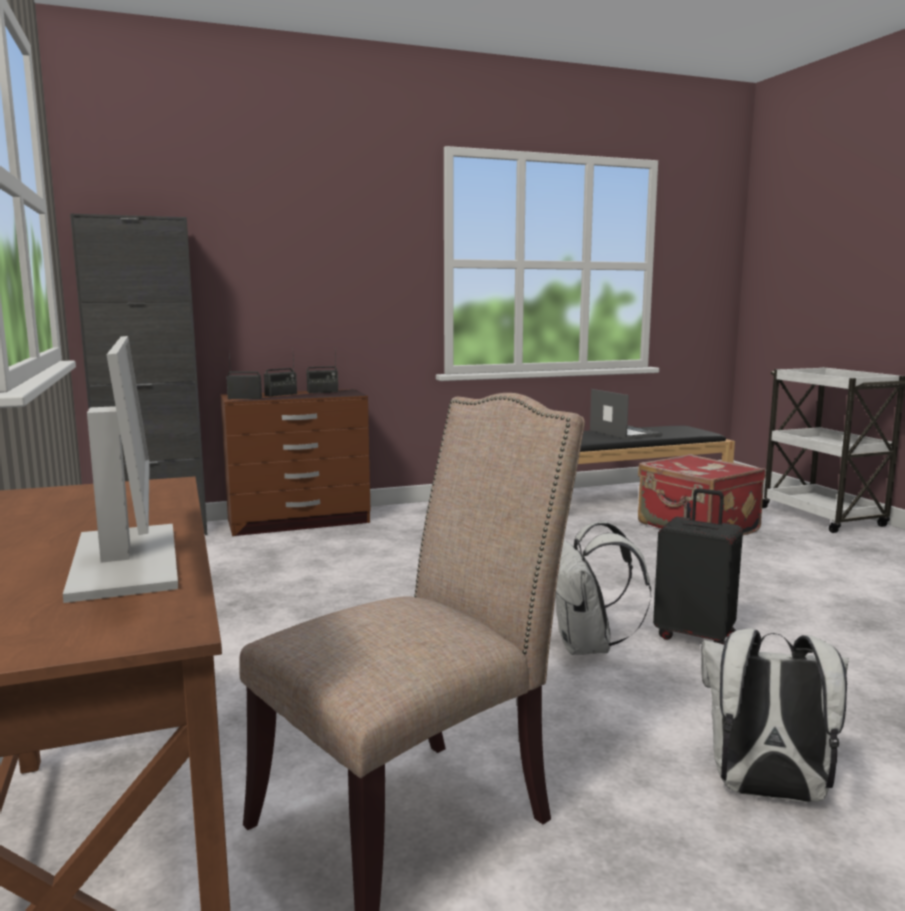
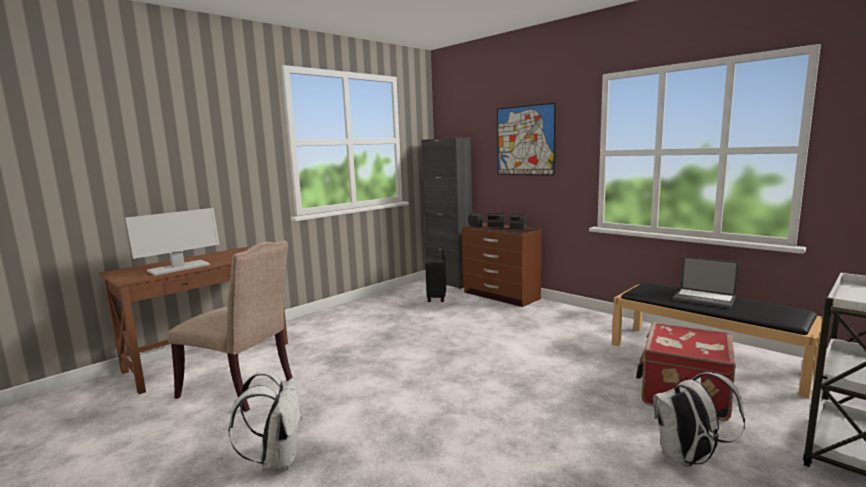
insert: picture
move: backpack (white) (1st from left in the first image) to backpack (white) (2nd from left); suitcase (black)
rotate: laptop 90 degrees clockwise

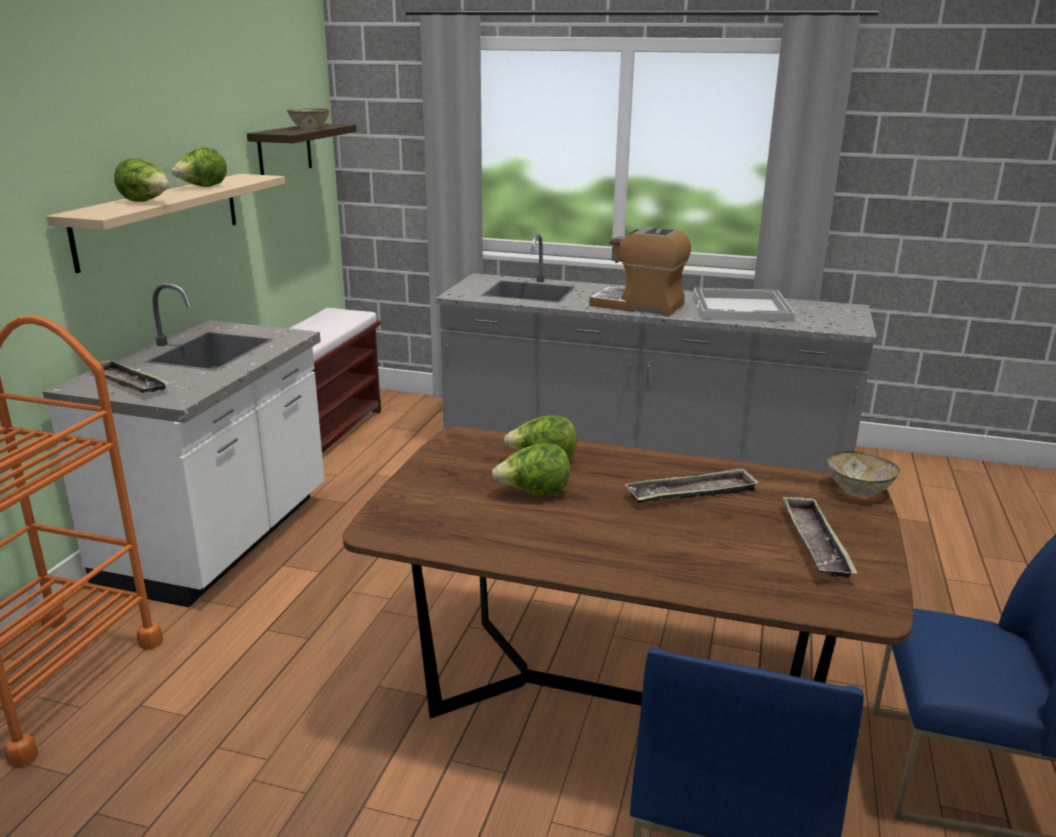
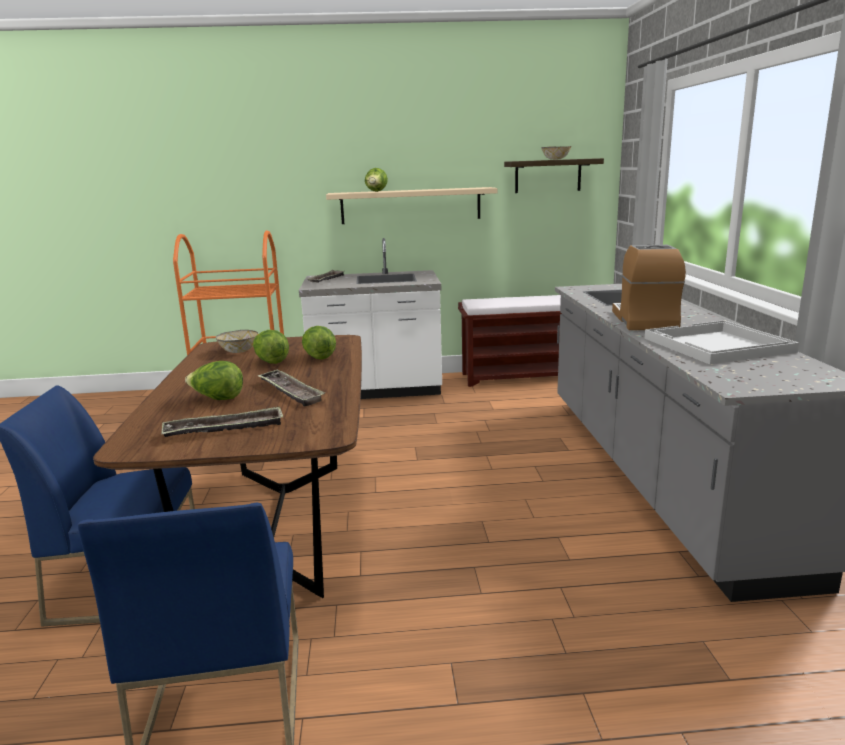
move: lettuce (2nd from left in the first image) to lettuce (1st from left); bowl (2nd from left in the first image) to bowl (1st from left)

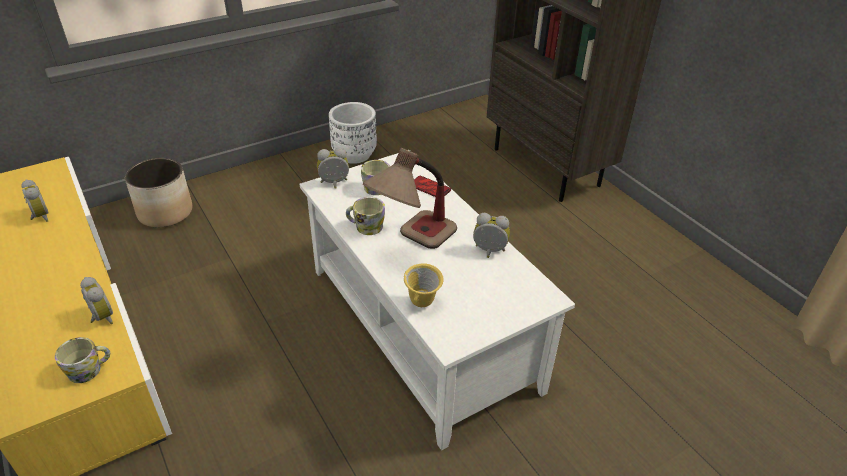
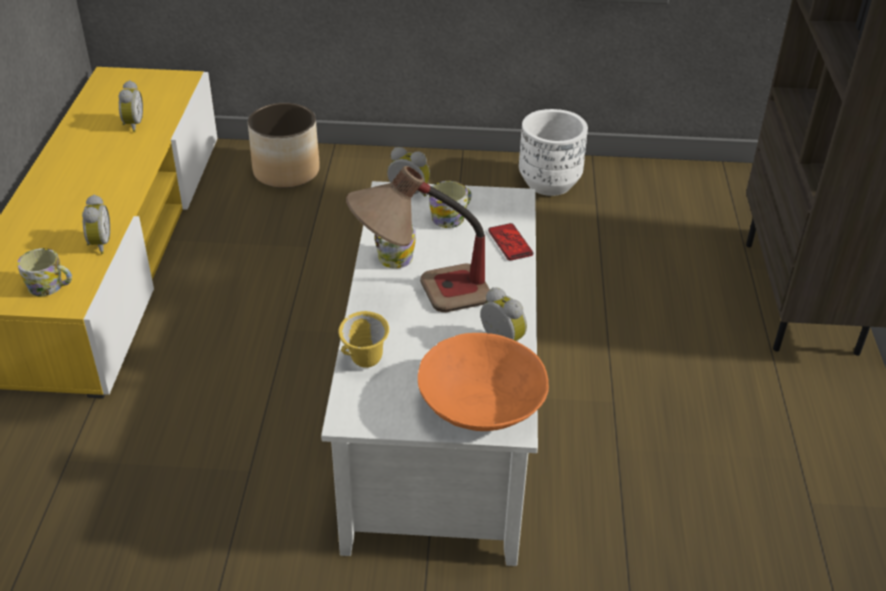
insert: bowl (orange)

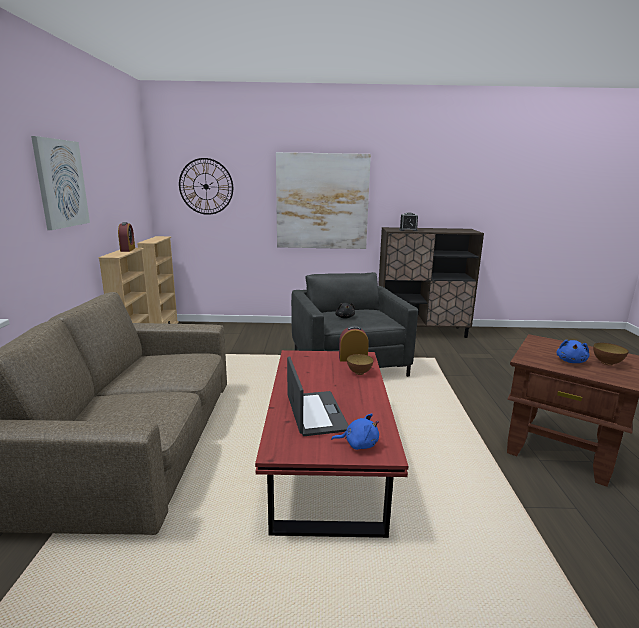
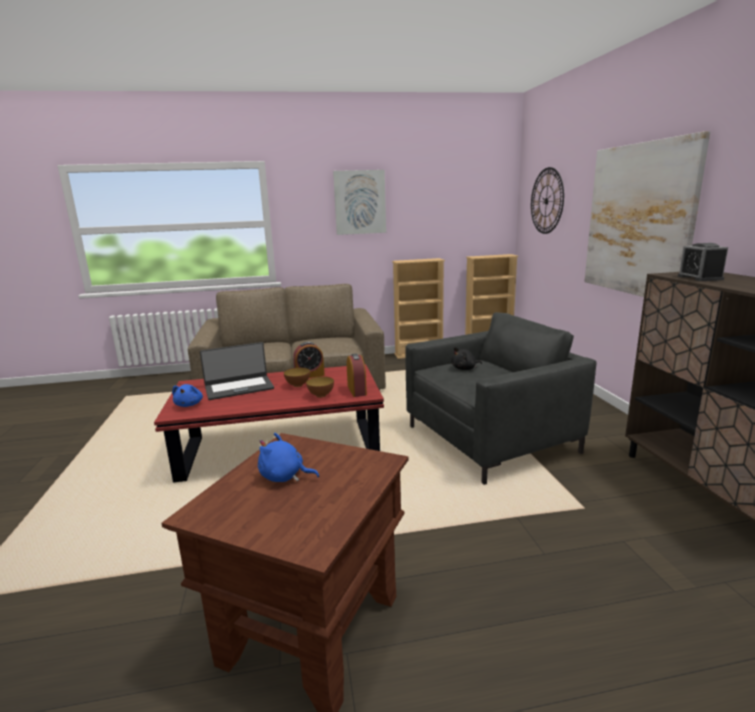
move: alarm clock (1st from left); bowl (2nd from left in the first image) to bowl (1st from left)

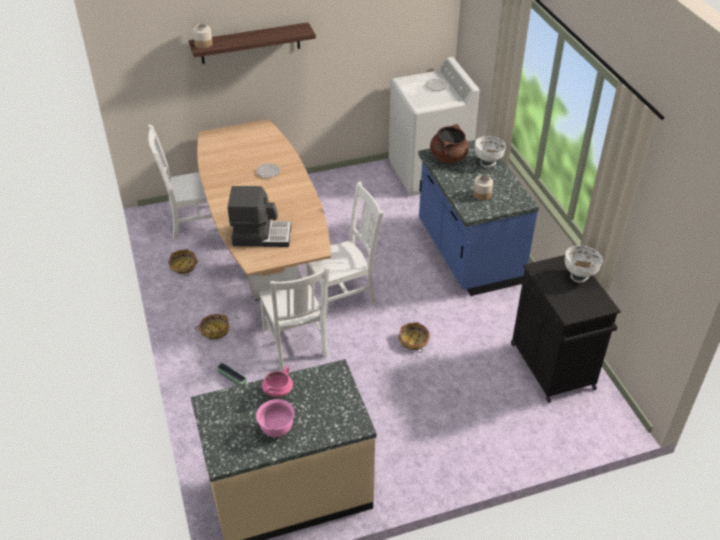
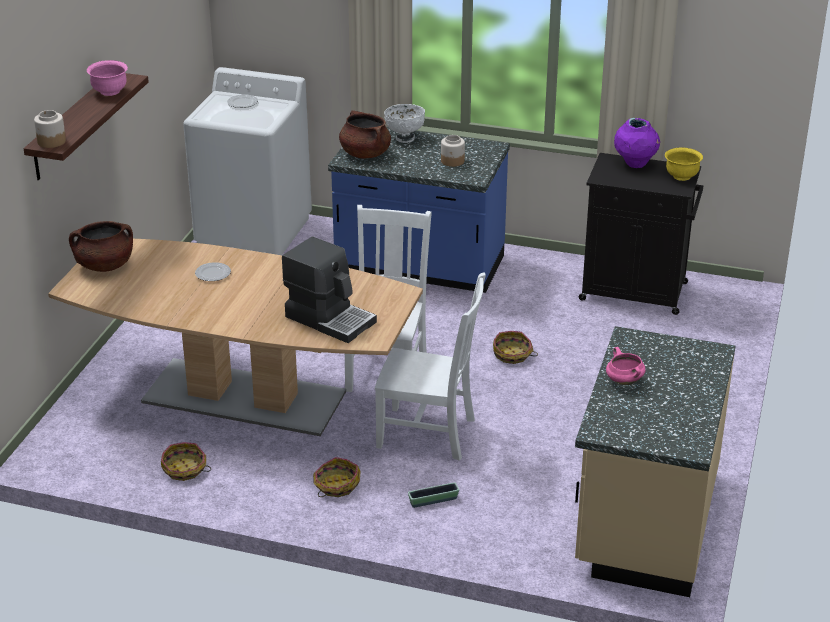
delete: chair (white) (1st from left)
insert: cooking pot (brown) (1st from left); bowl (yellow)
move: bowl (pink)
replace: bowl (white) (2nd from left) to vase (purple)
rotate: coffee machine 90 degrees clockwise

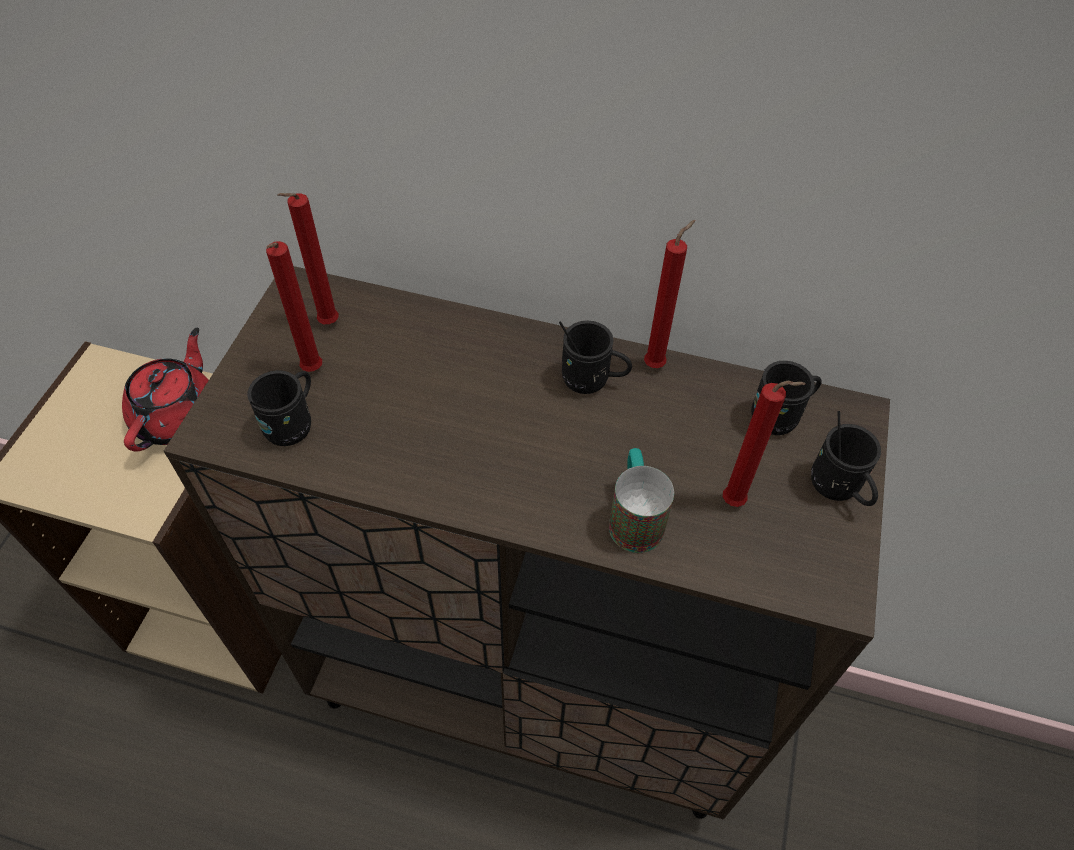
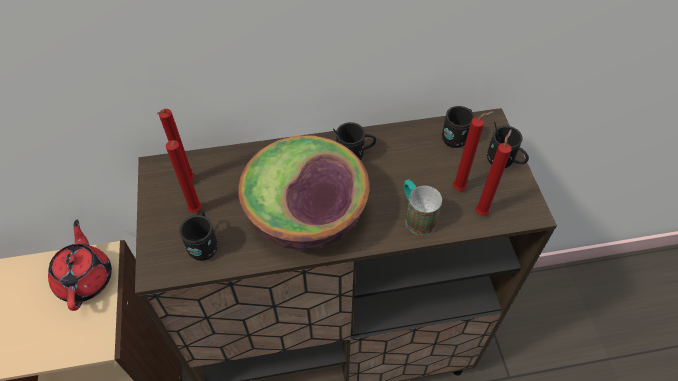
insert: bowl
move: candle (red) (3rd from left in the first image) to candle (red) (4th from left)

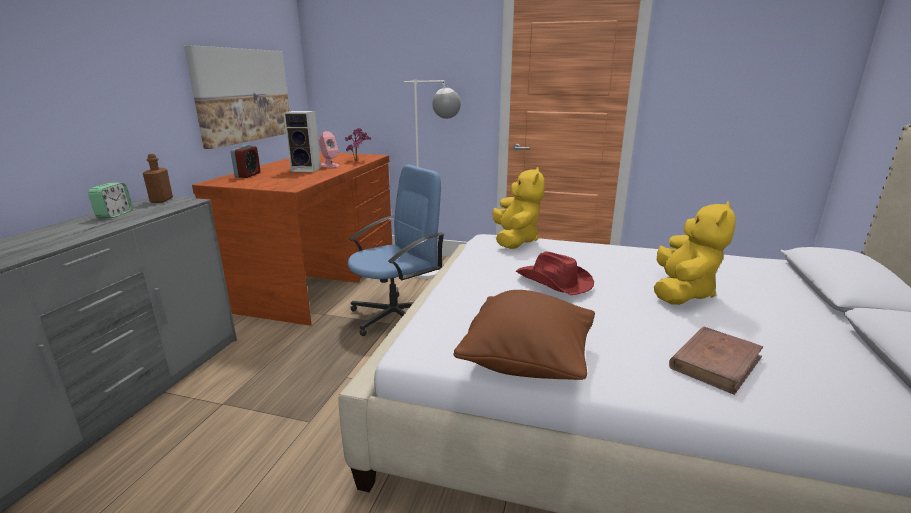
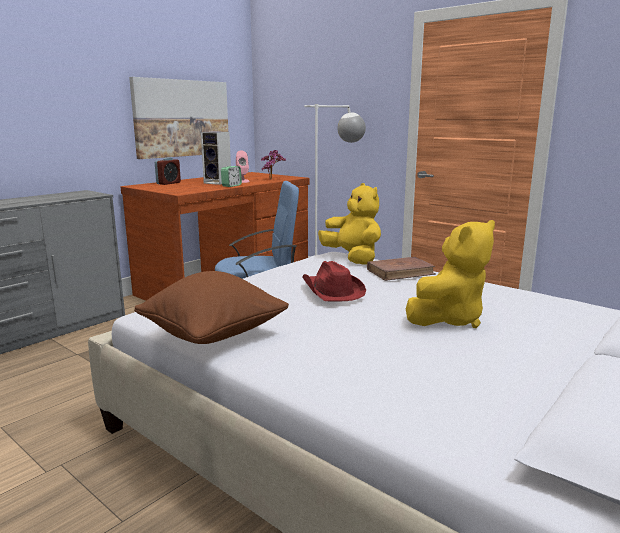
delete: bottle (brown)
move: alarm clock (1st from left in the first image) to alarm clock (2nd from left); book (brown)
rotate: plush toy (yellow) (1st from left) 60 degrees counterclockwise

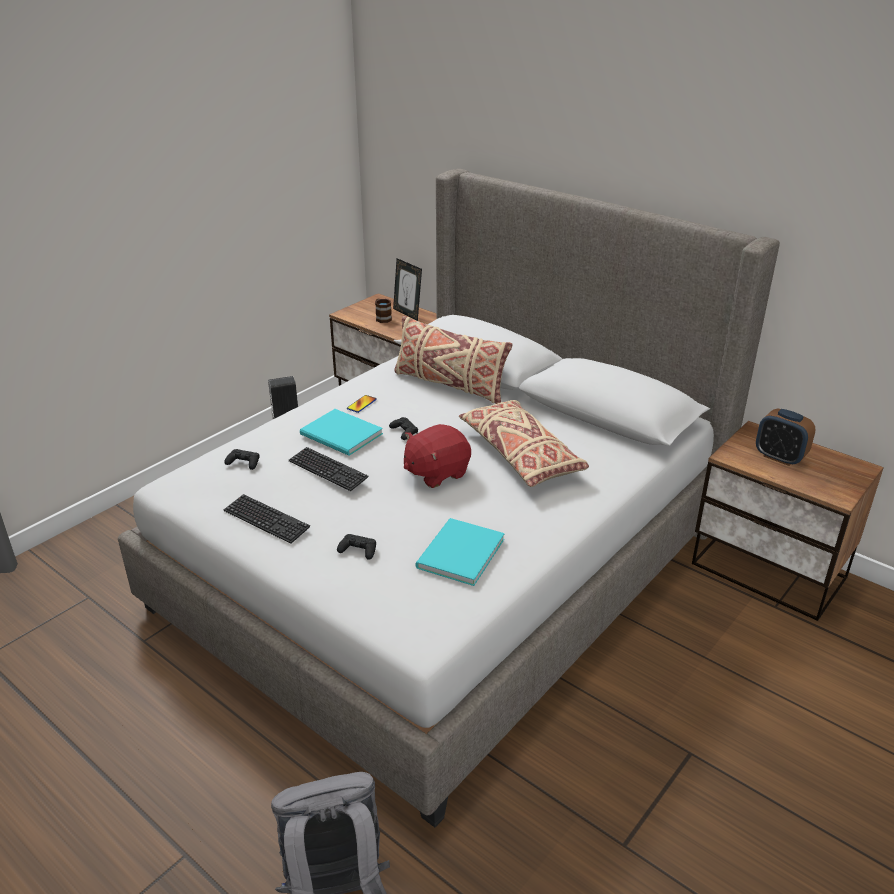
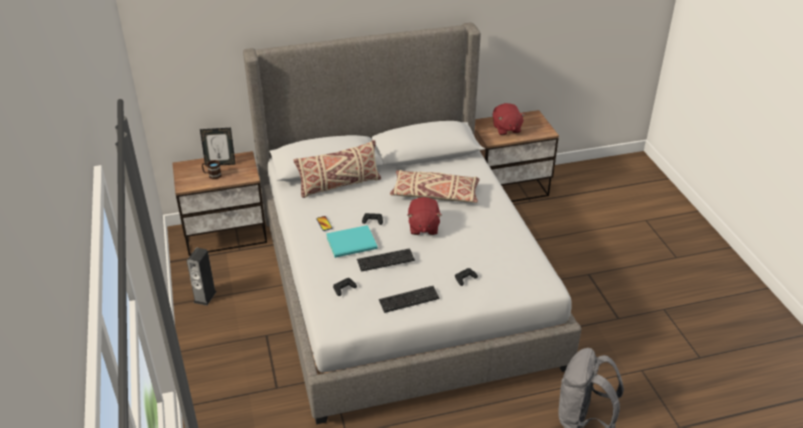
delete: book (turquoise) (2nd from left)
replace: alarm clock to plush toy (red) (2nd from left)

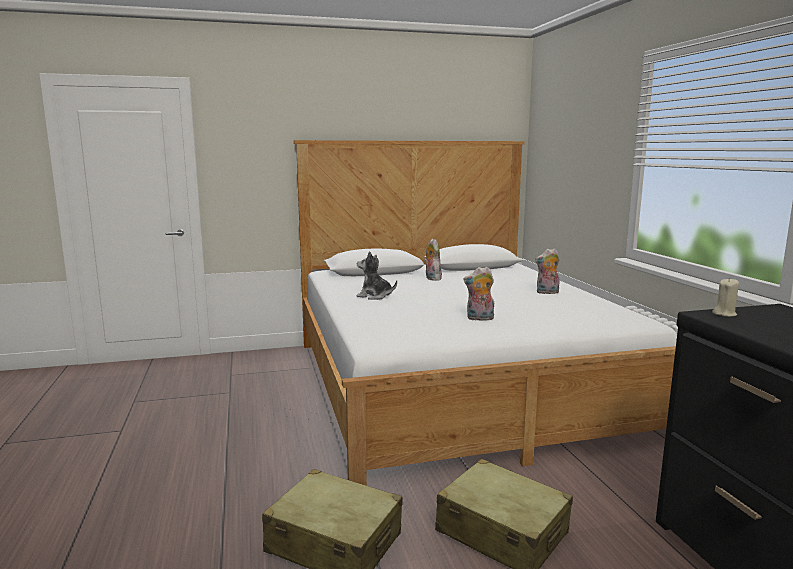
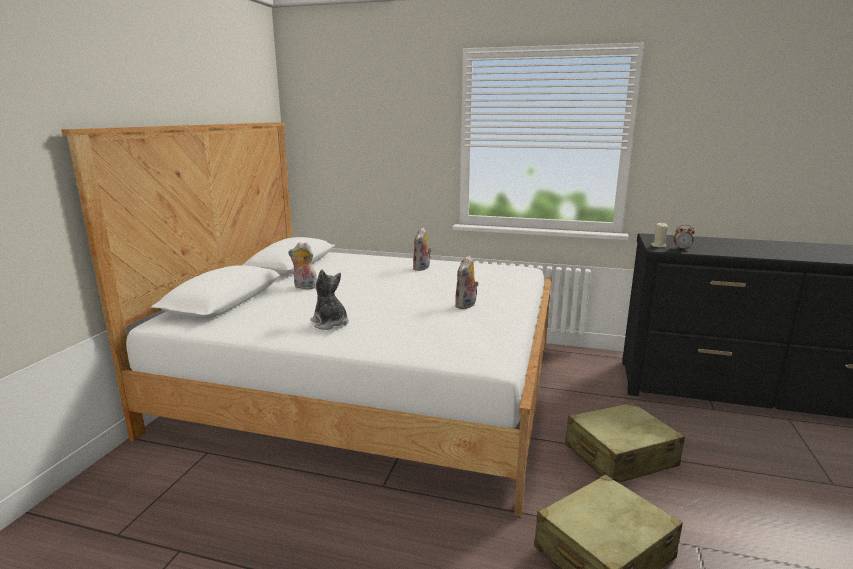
insert: alarm clock
rotate: plush toy (1st from left in the first image) 90 degrees clockwise

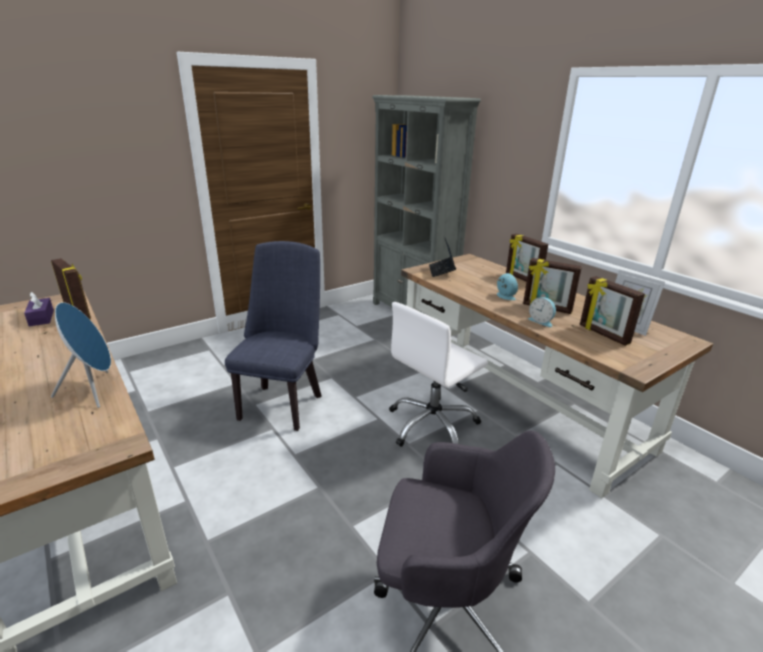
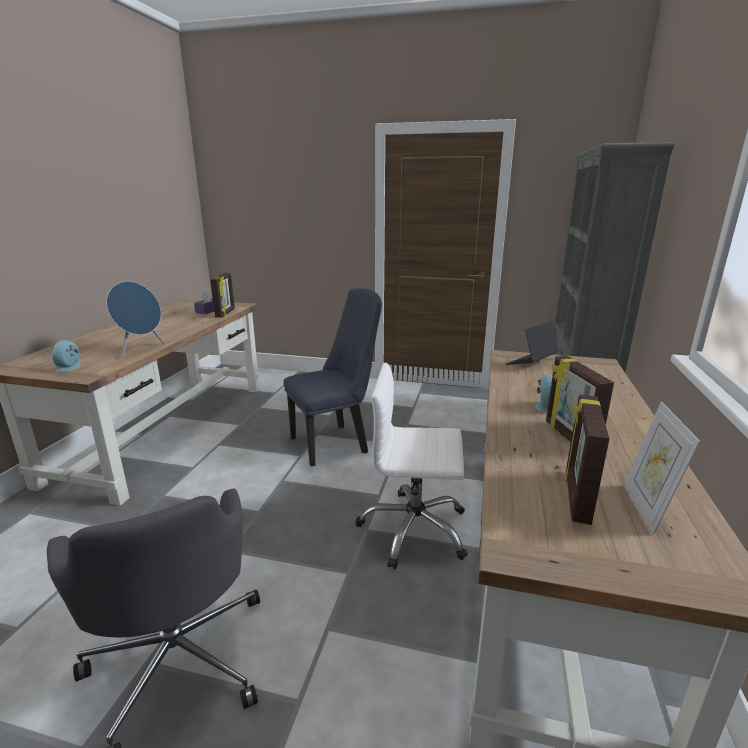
delete: picture frame (2nd from left)
move: alarm clock (2nd from left in the first image) to alarm clock (1st from left)

